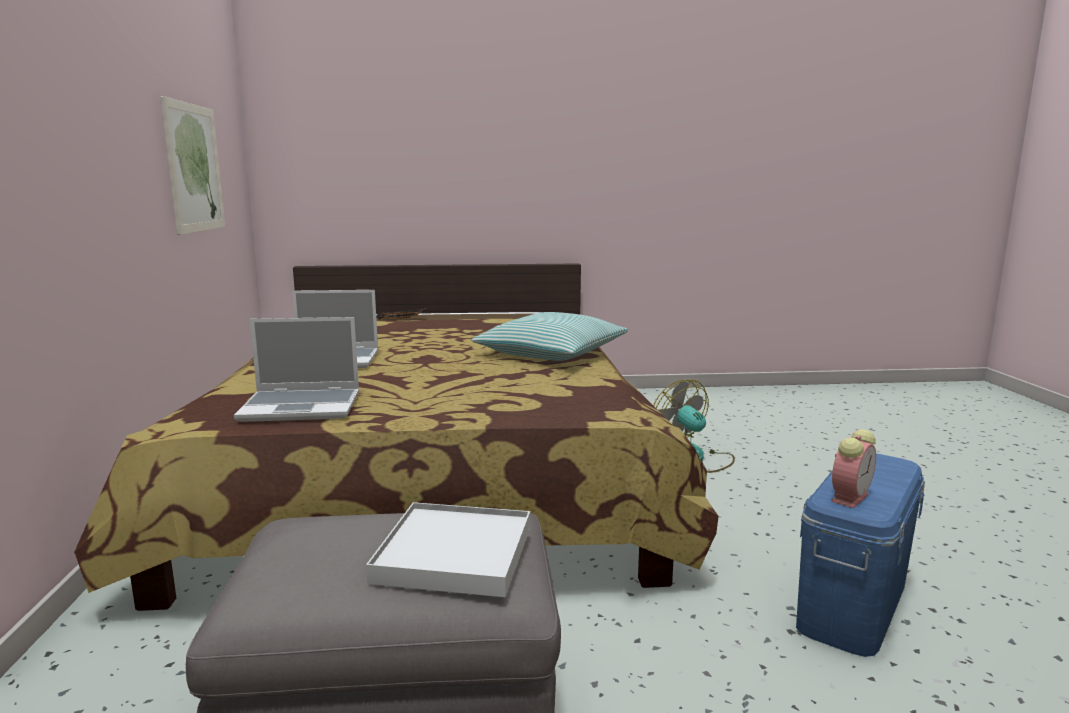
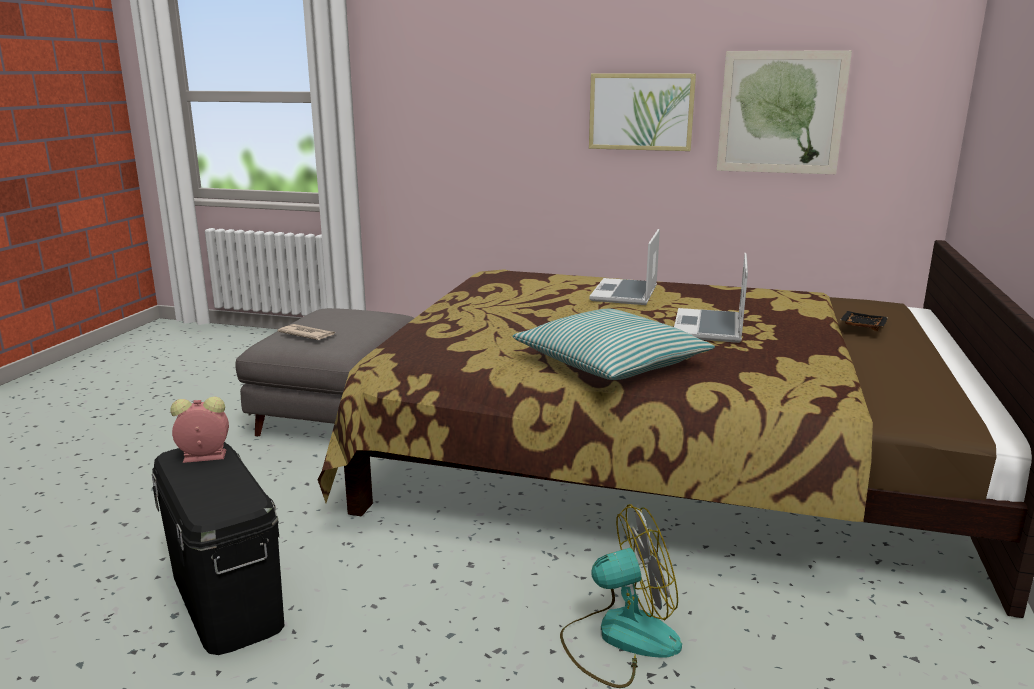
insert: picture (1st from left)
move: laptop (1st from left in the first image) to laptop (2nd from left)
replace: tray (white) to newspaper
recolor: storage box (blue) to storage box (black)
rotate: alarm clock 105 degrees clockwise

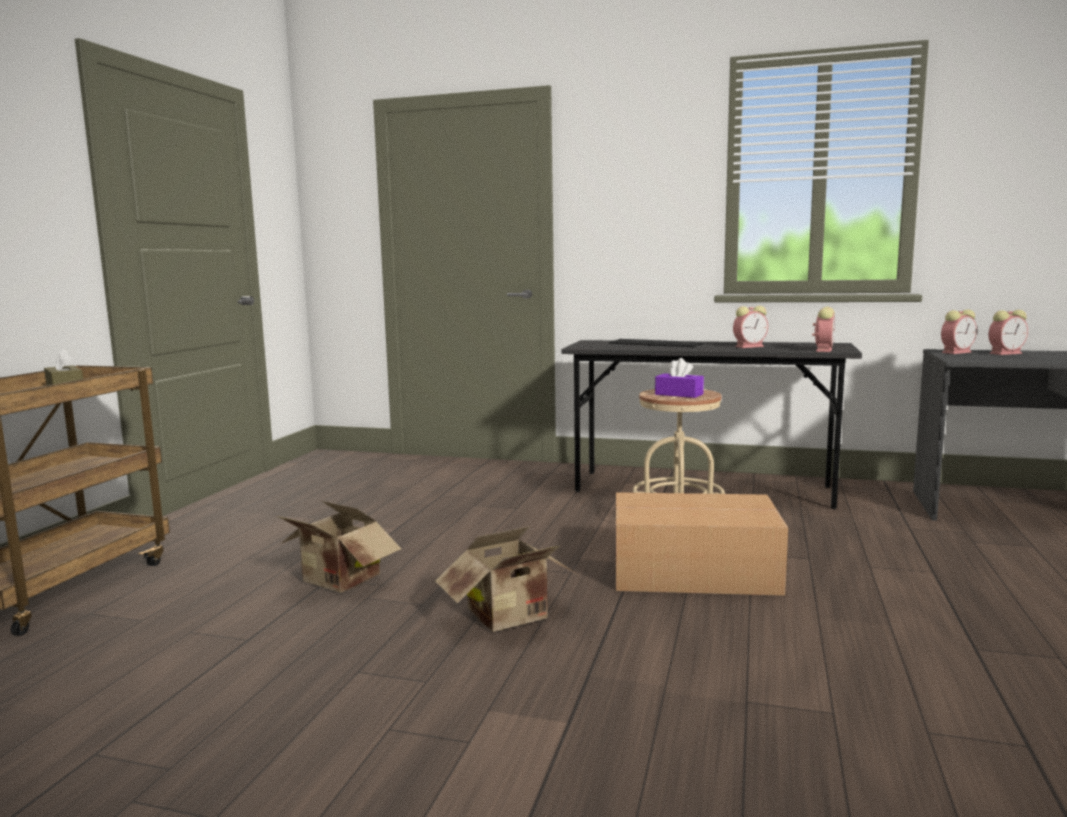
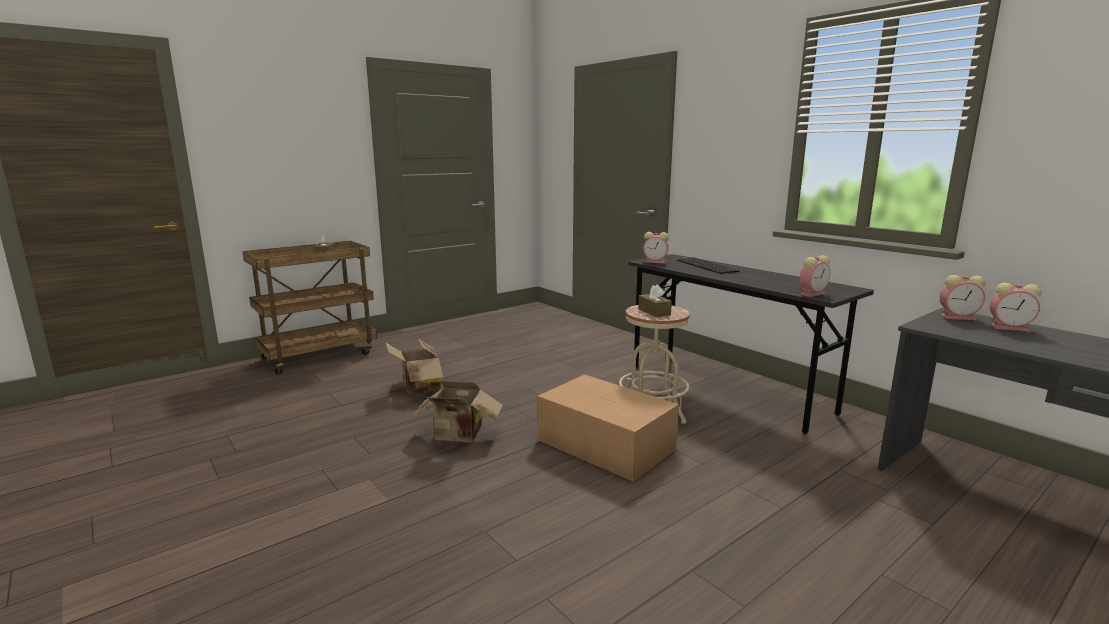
move: alarm clock (1st from left)
recolor: tissue box (purple) to tissue box (brown) (2nd from left)

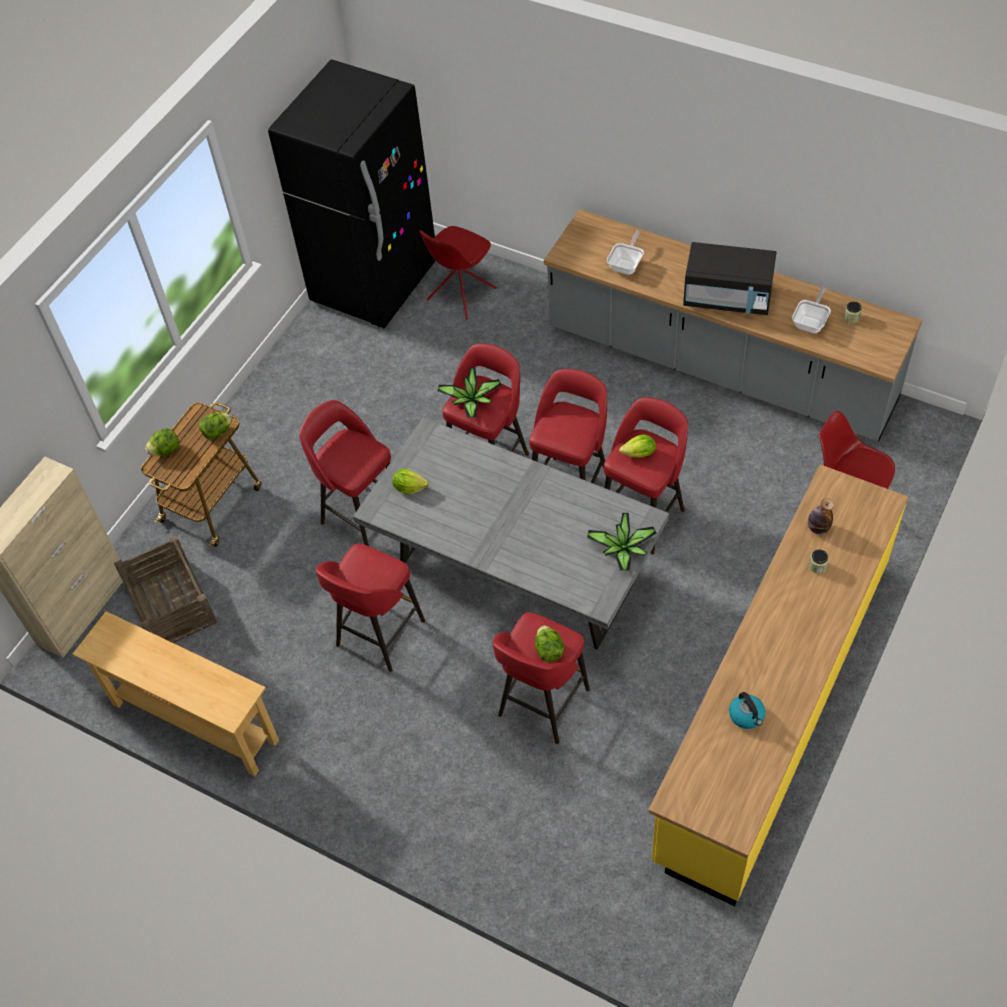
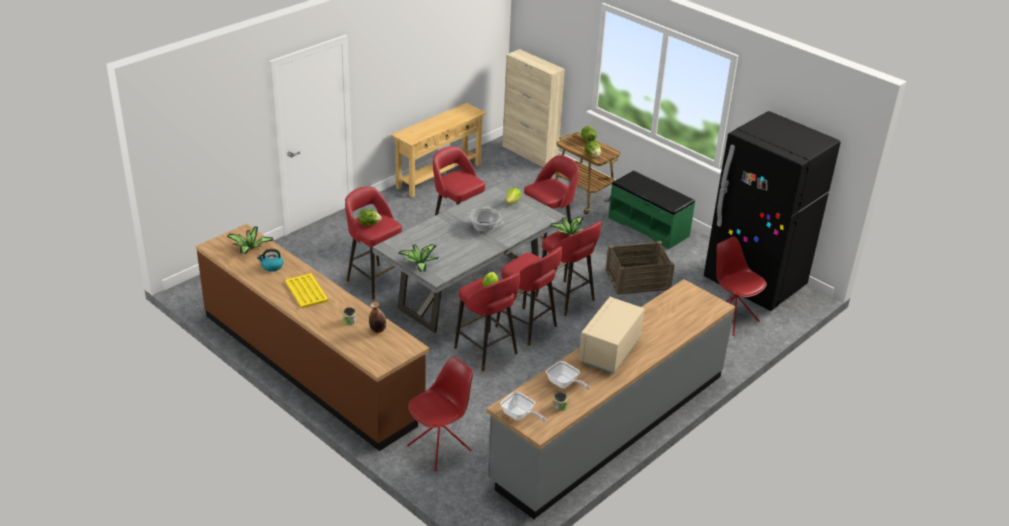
insert: potted plant (1st from left); tray (yellow); cooking pot; bench (green)
move: crate; frying pan (1st from left)
recolor: counter (yellow) to counter (brown); microwave (black) to microwave (beige)

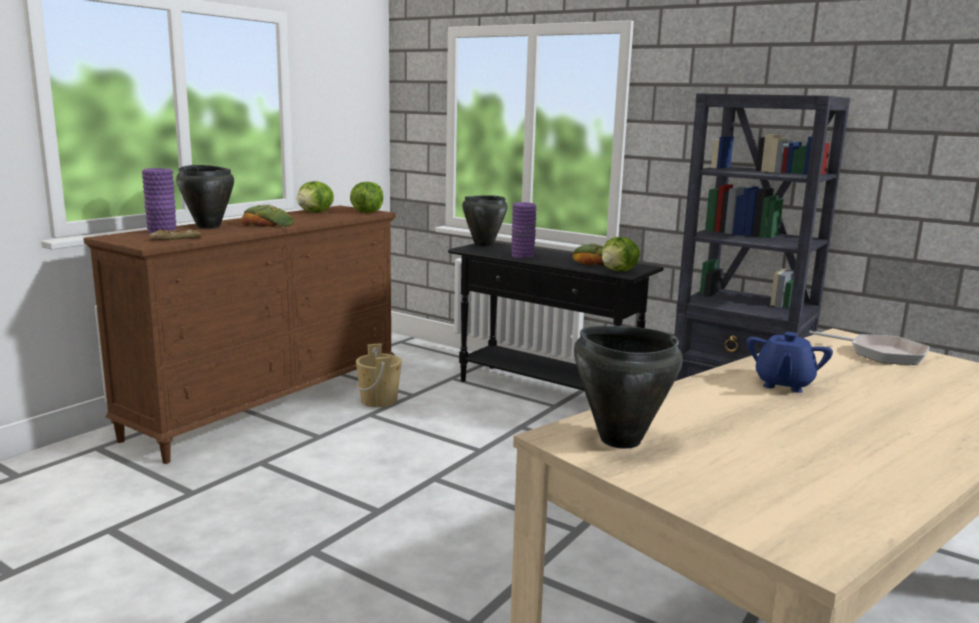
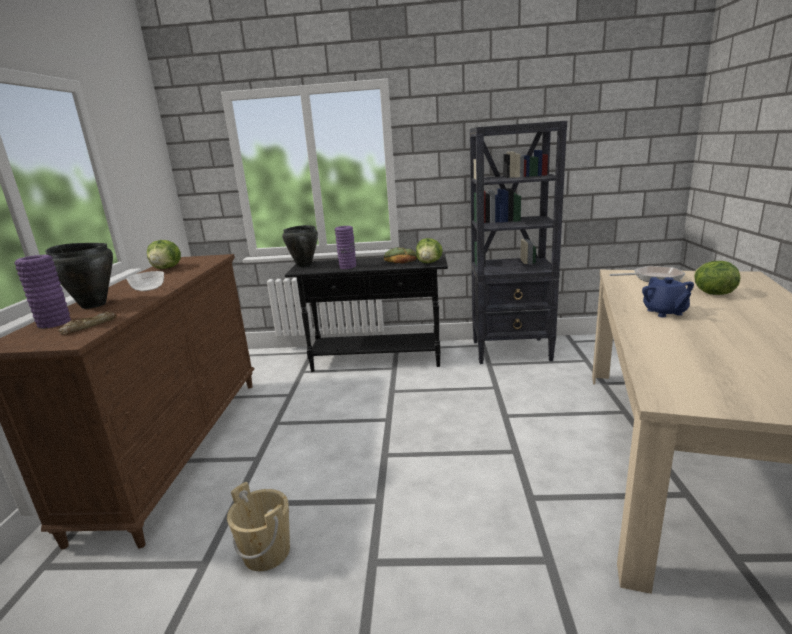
delete: cooking pot (black) (3rd from left)
move: lettuce (2nd from left in the first image) to lettuce (3rd from left); bucket (beige)
replace: bread (2nd from left) to bowl

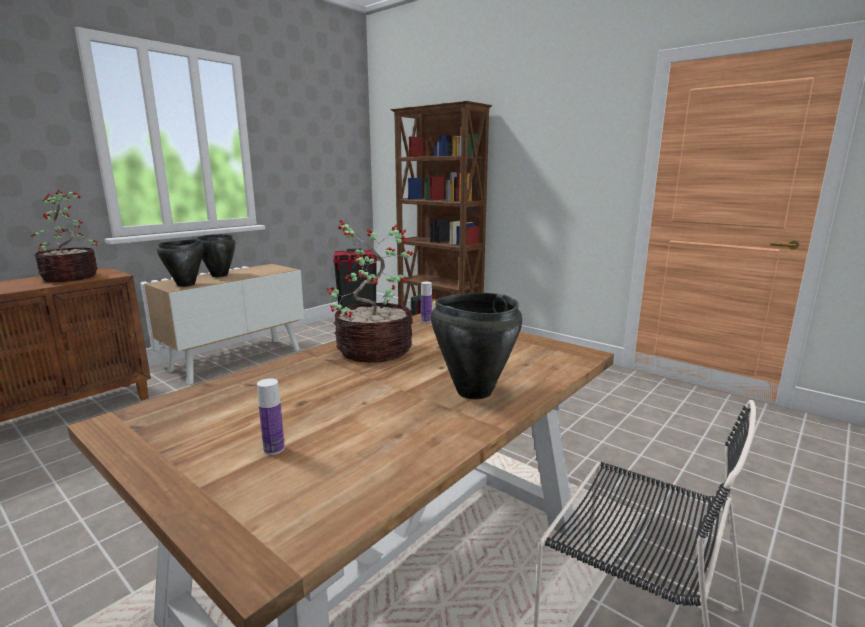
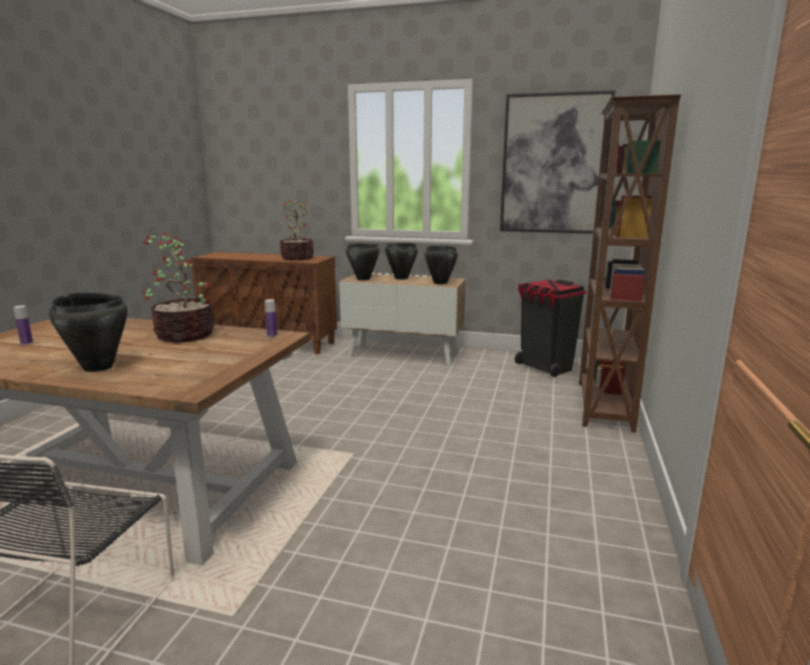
insert: cooking pot (black) (4th from left); picture

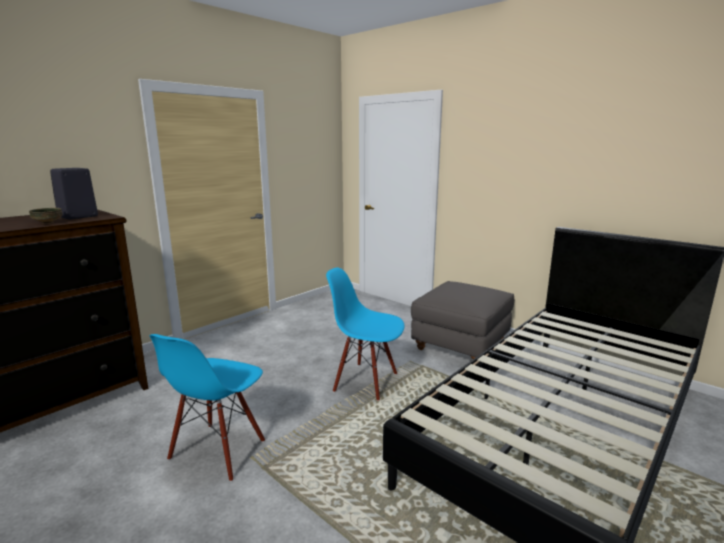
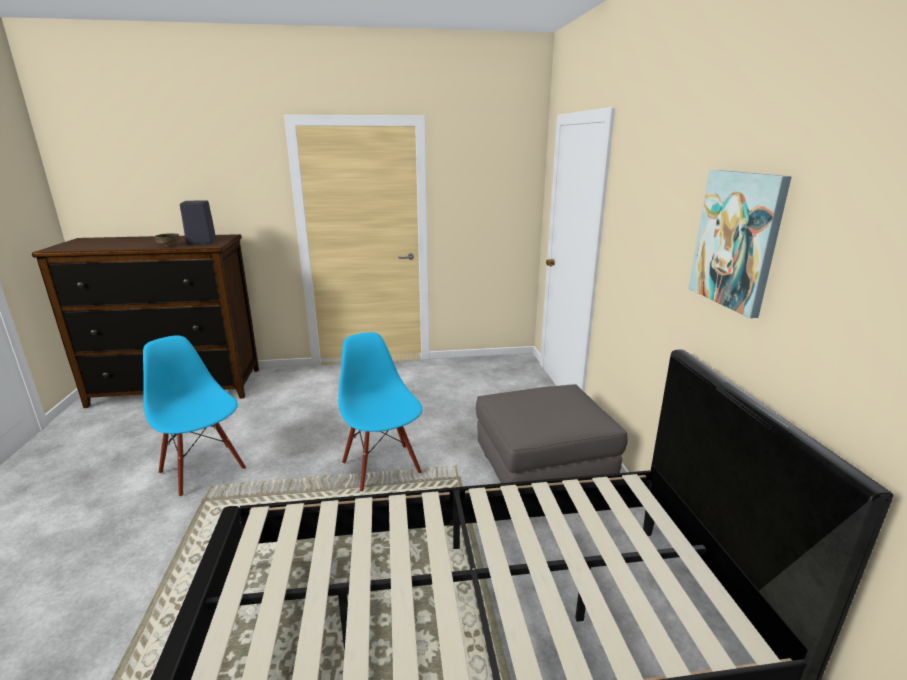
insert: picture
rotate: chair (blue) (1st from left) 75 degrees clockwise

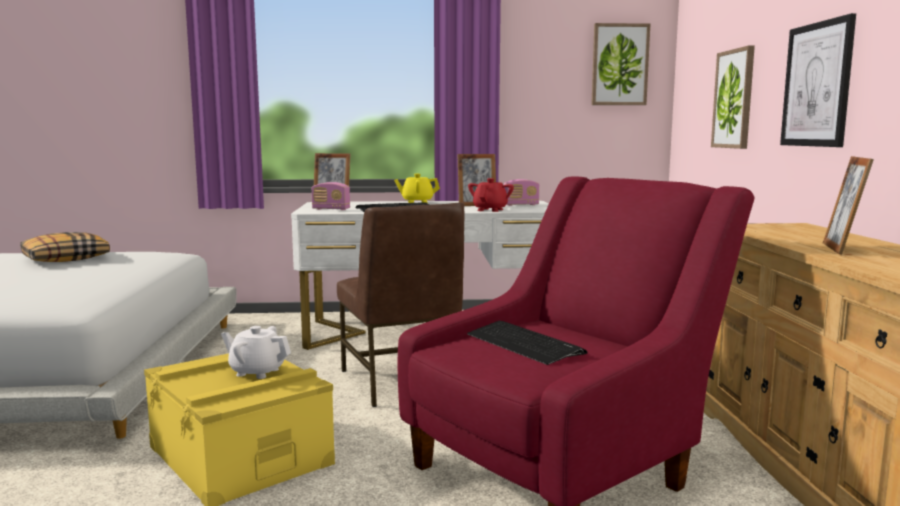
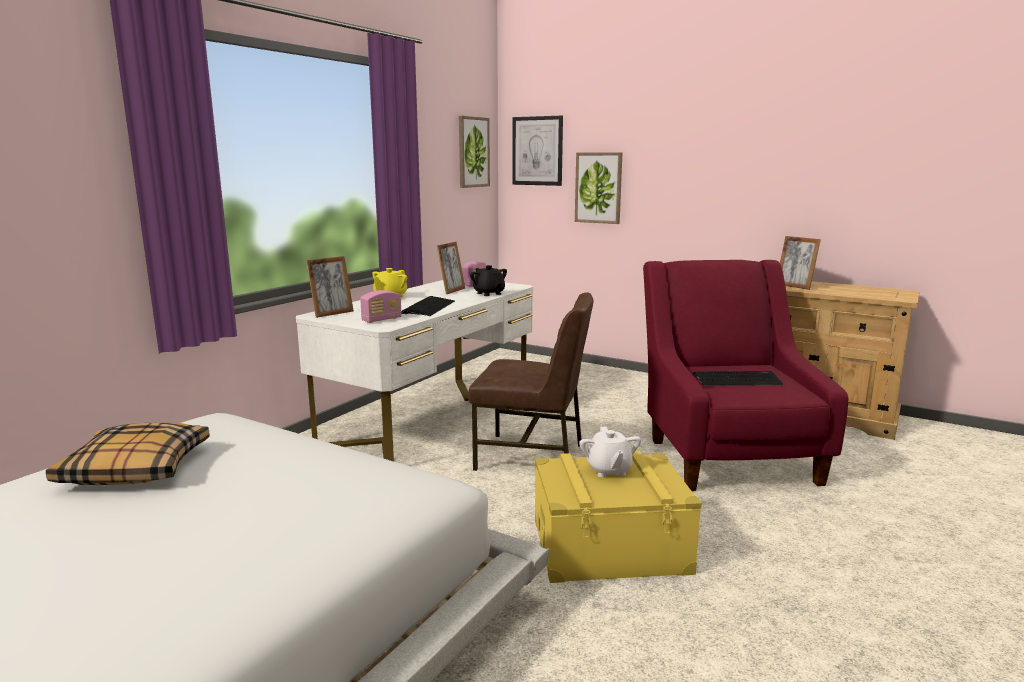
move: picture (3rd from left in the first image) to picture (2nd from left)
recolor: teapot (red) to teapot (black)
rotate: teapot (white) 60 degrees counterclockwise

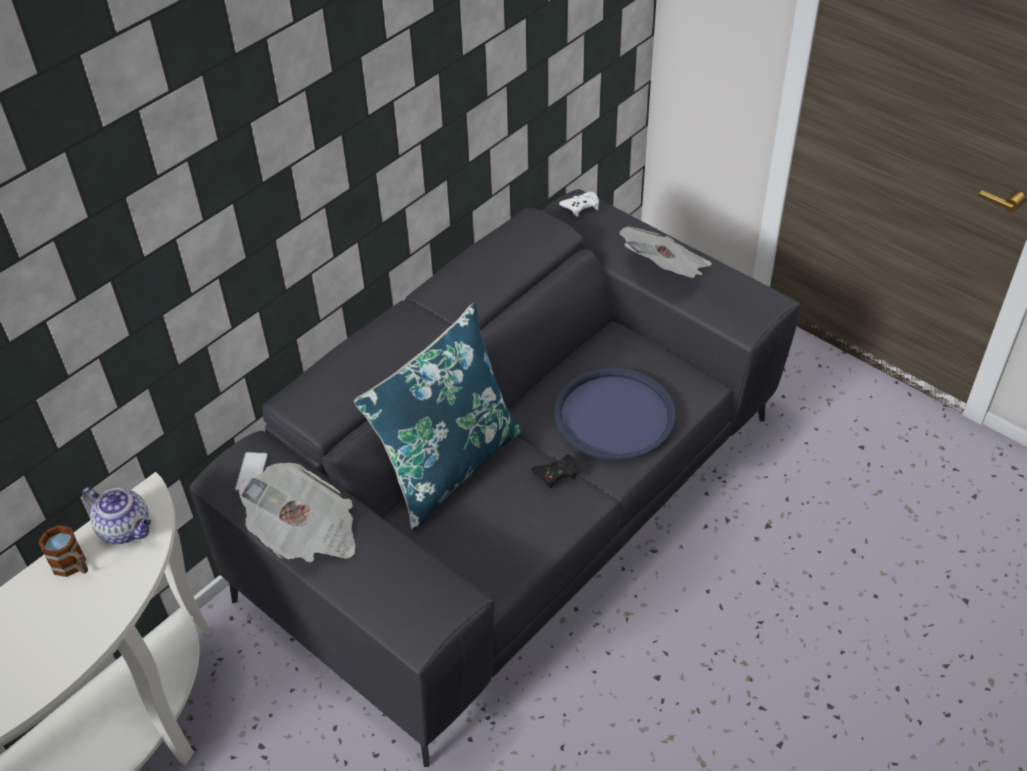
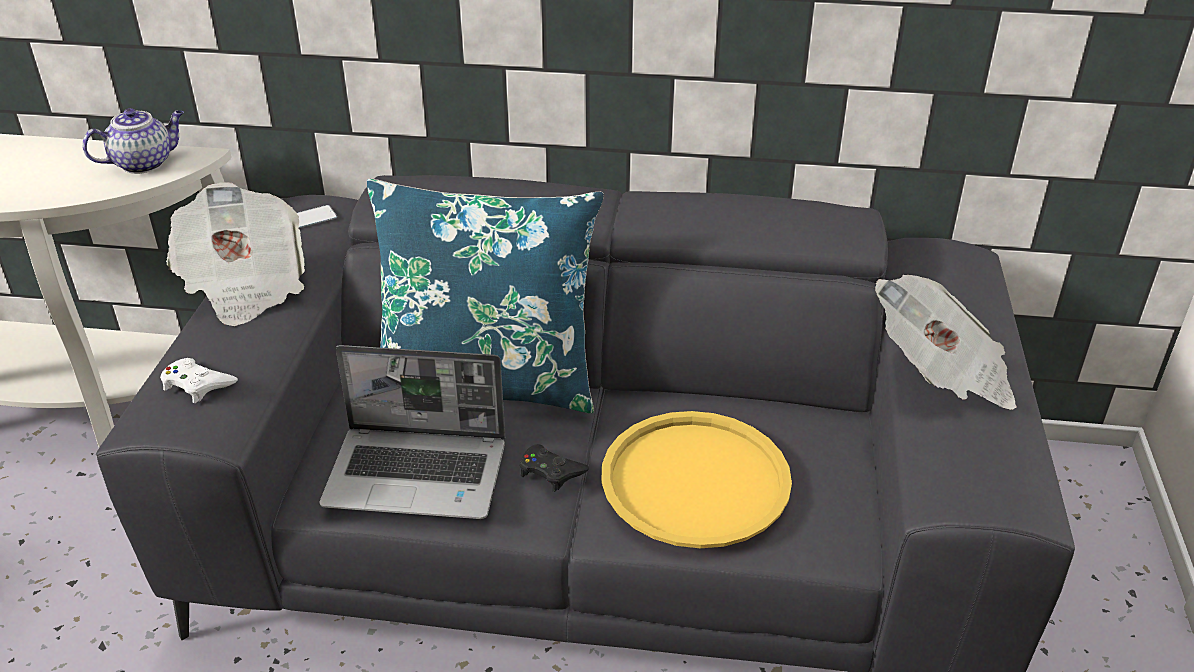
delete: mug
insert: laptop
move: game controller (white)
recolor: tray (blue) to tray (yellow)
rotate: teapot 120 degrees counterclockwise

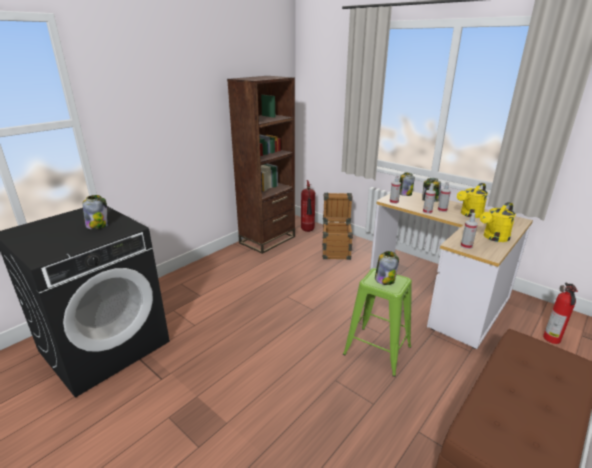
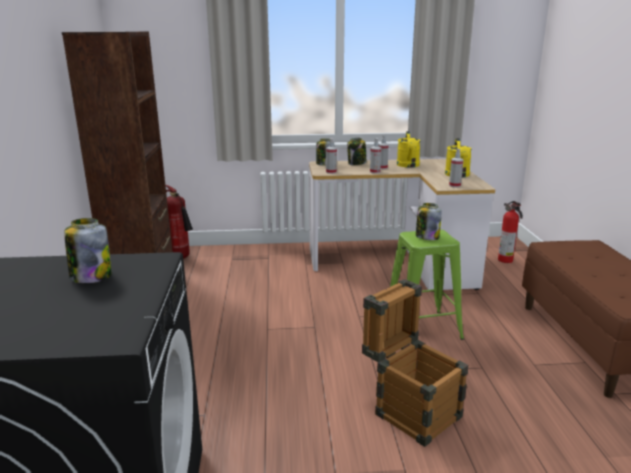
move: crate

